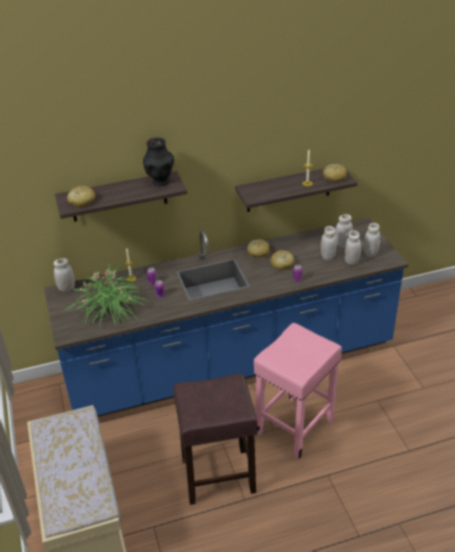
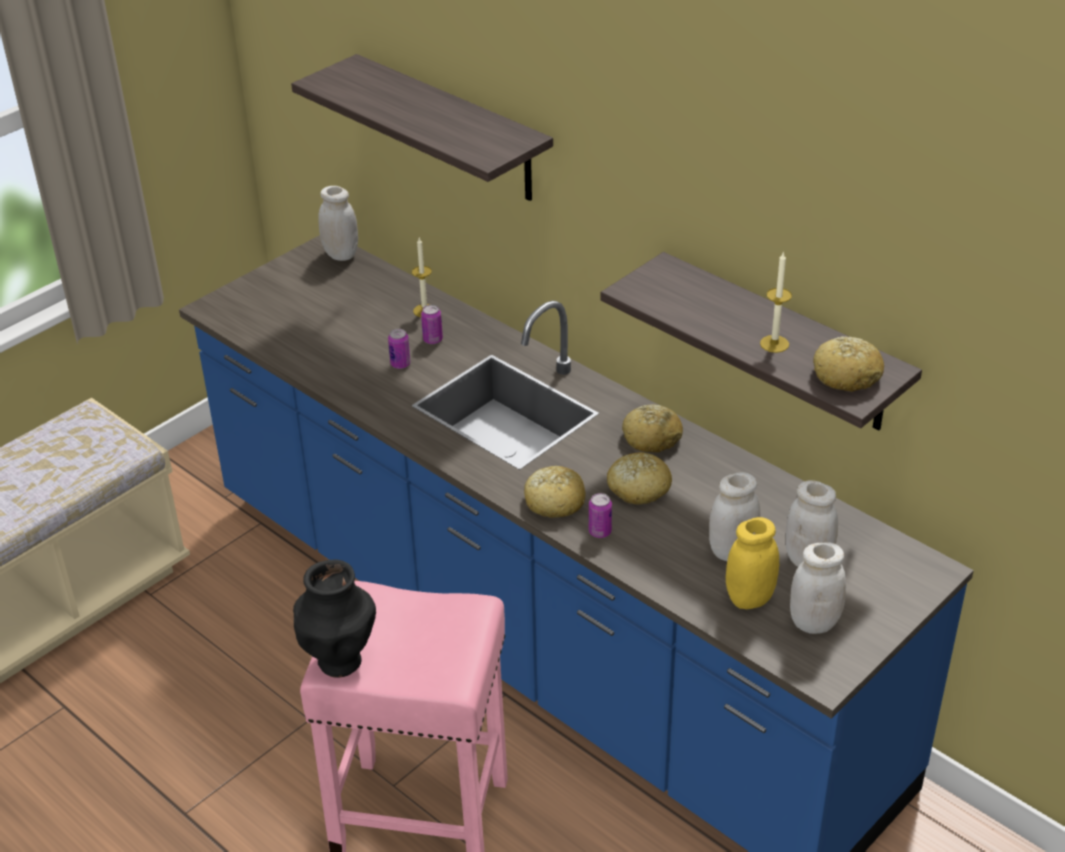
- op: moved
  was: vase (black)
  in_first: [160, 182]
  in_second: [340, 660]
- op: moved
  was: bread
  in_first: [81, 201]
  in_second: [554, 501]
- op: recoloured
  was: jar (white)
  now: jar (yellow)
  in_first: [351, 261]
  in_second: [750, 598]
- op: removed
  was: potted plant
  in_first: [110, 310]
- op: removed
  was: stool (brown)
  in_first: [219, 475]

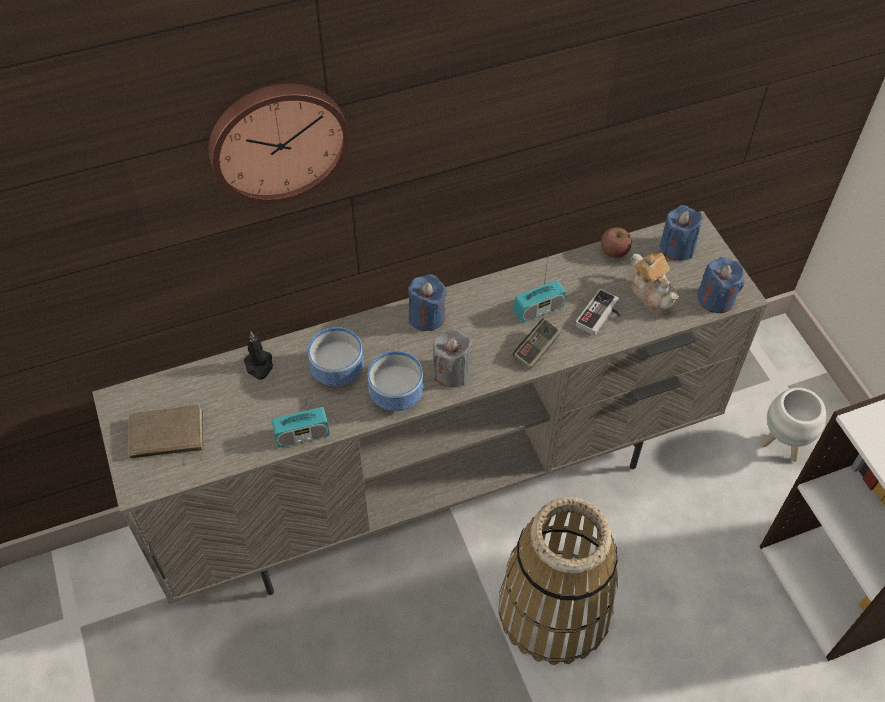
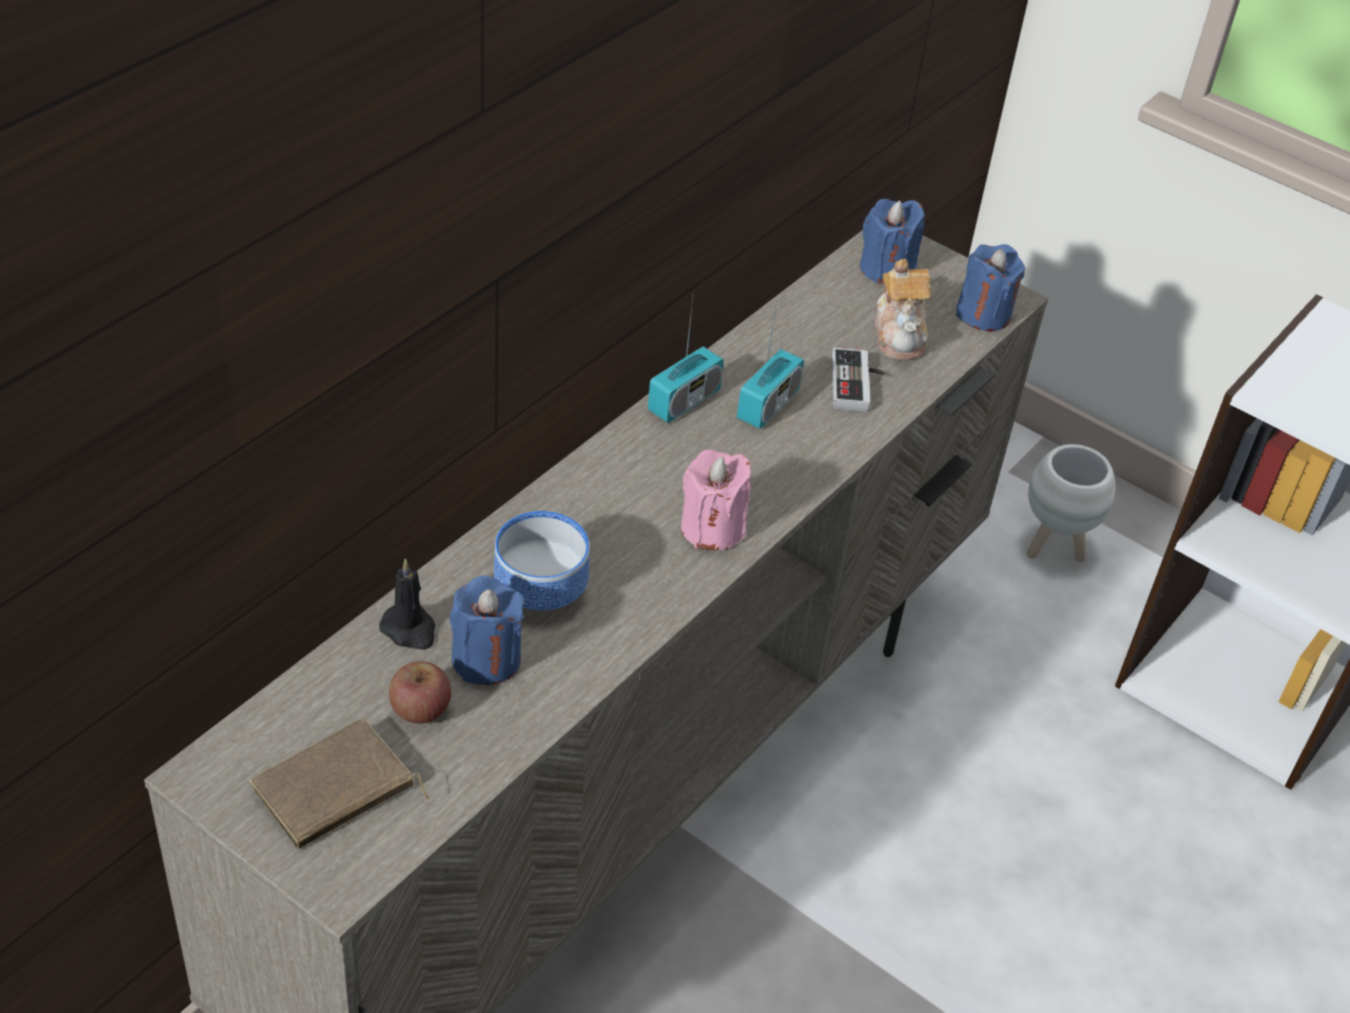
- op: removed
  was: wall clock
  in_first: [277, 140]
- op: moved
  was: apple
  in_first: [614, 251]
  in_second: [420, 709]
- op: turned
  was: teapot
  in_first: [652, 294]
  in_second: [900, 334]
  clockwise: 60
- op: moved
  was: candle (blue)
  in_first: [426, 317]
  in_second: [486, 659]
- op: removed
  was: game controller
  in_first: [536, 349]
- op: recoloured
  was: candle (grey)
  now: candle (pink)
  in_first: [452, 372]
  in_second: [712, 528]
- op: removed
  was: bowl
  in_first: [394, 395]
- op: moved
  was: radio
  in_first: [302, 435]
  in_second: [684, 401]
- op: removed
  was: basket
  in_first: [554, 609]

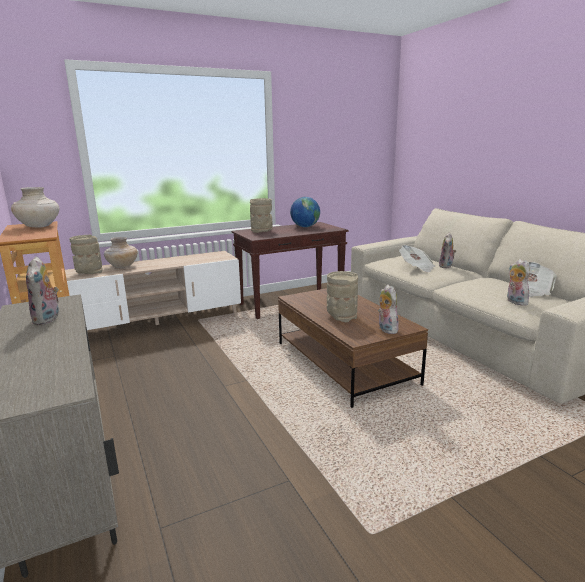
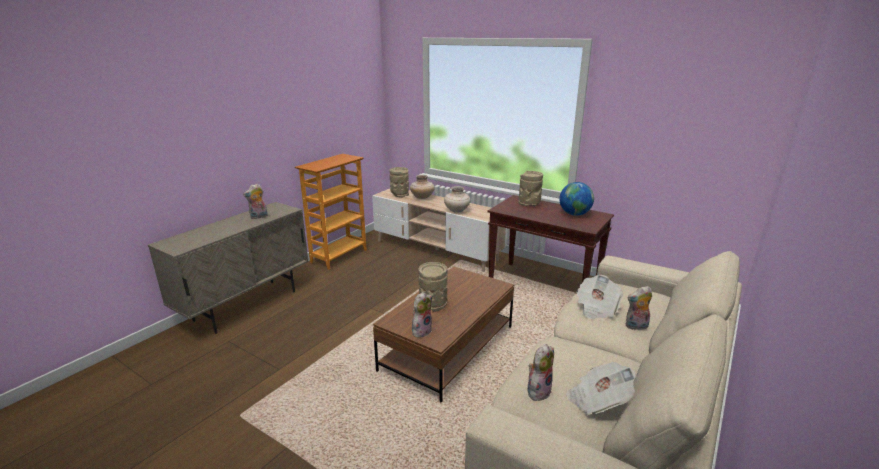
- op: moved
  was: vase (beige)
  in_first: [39, 226]
  in_second: [457, 211]

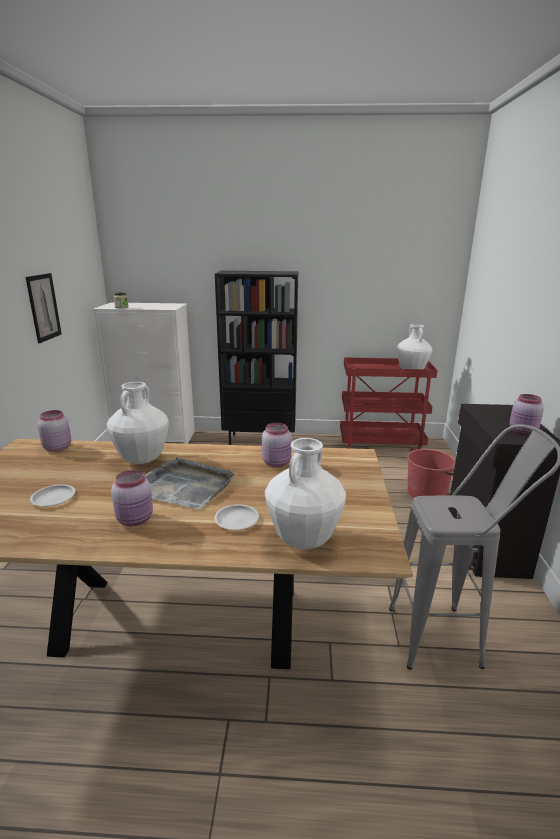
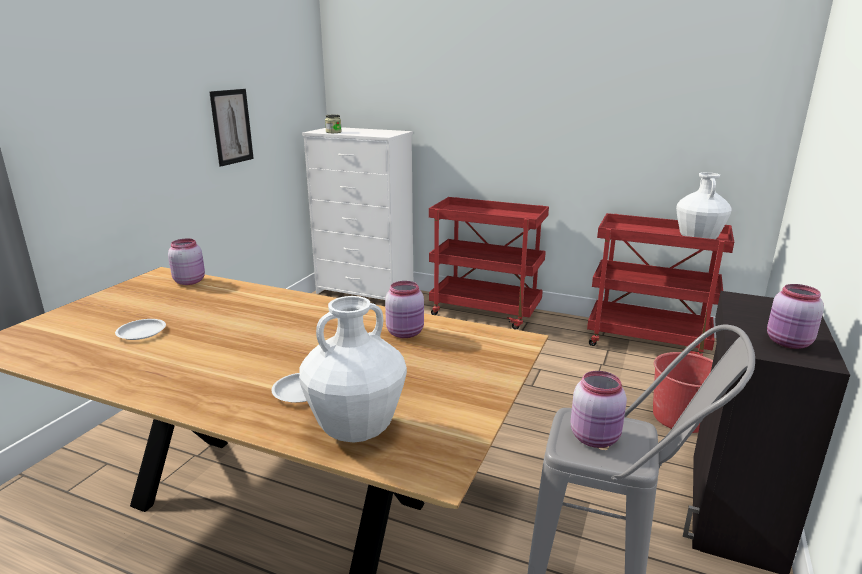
- op: replaced
  was: bookcase (black)
  now: cart (red)
  in_first: [260, 441]
  in_second: [486, 312]
- op: removed
  was: vase (white)
  in_first: [142, 460]
- op: removed
  was: tray (grey)
  in_first: [184, 486]
- op: moved
  was: jar (pink)
  in_first: [136, 519]
  in_second: [596, 438]

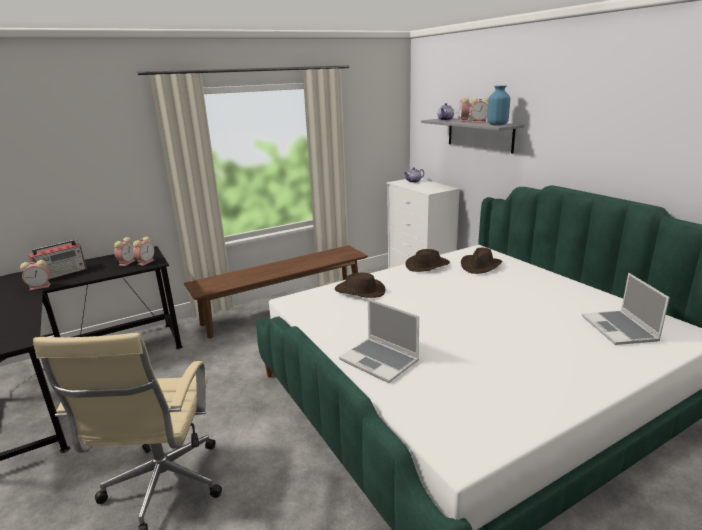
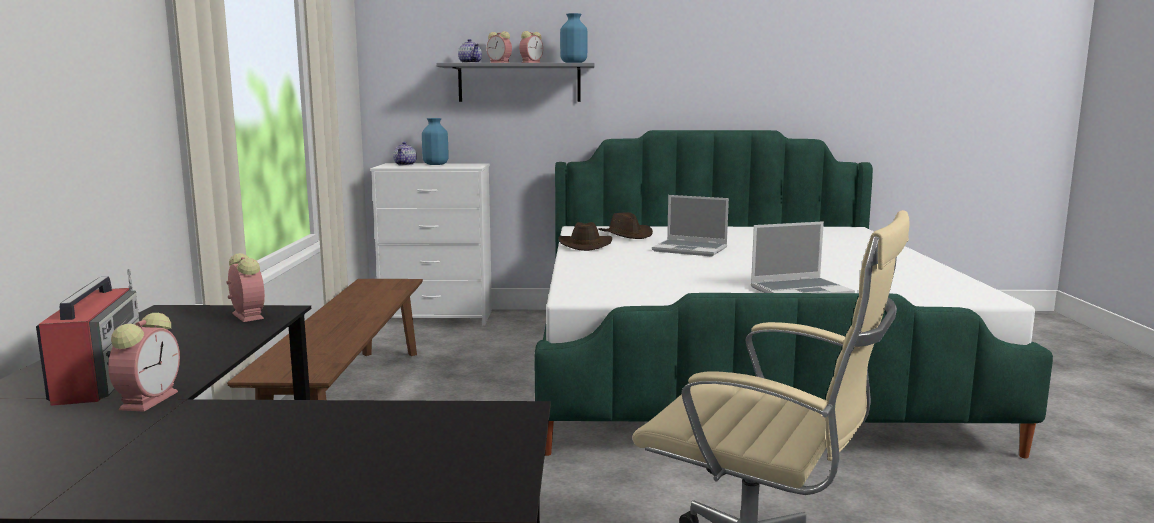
- op: removed
  was: alarm clock
  in_first: [127, 262]
- op: removed
  was: hat (brown)
  in_first: [360, 291]
- op: moved
  was: laptop
  in_first: [620, 329]
  in_second: [691, 249]
- op: added
  now: vase (blue)
  in_second: [435, 164]

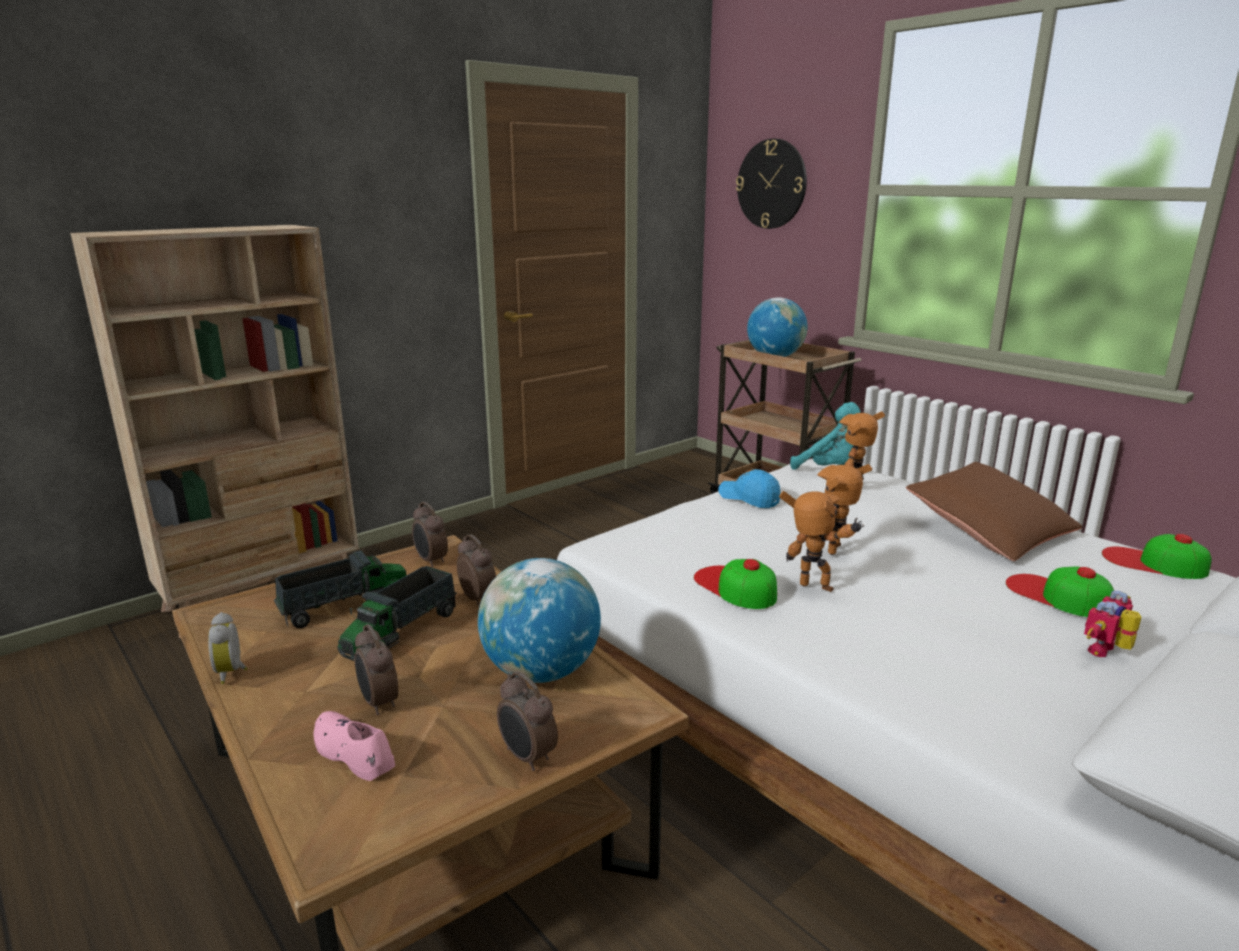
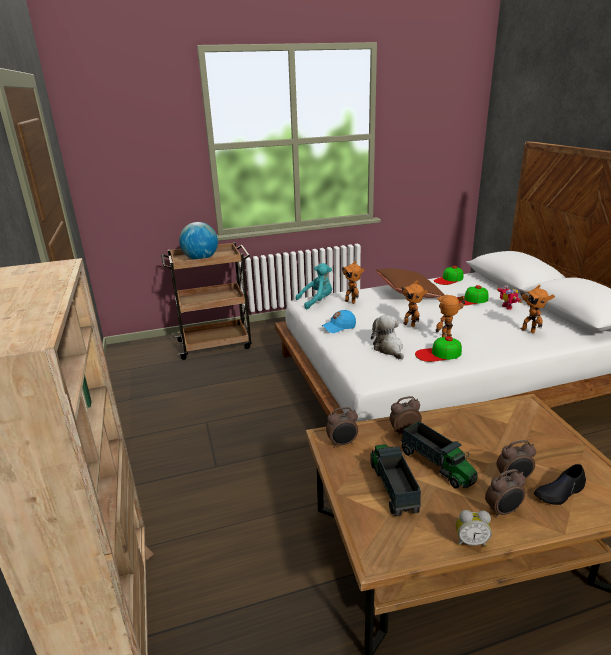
- op: removed
  was: wall clock
  in_first: [771, 184]
- op: removed
  was: globe
  in_first: [541, 672]
- op: moved
  was: alarm clock
  in_first: [527, 757]
  in_second: [503, 511]
- op: recoloured
  was: shoe (pink)
  now: shoe (black)
  in_first: [352, 753]
  in_second: [559, 492]
- op: added
  now: toy robot
  in_second: [528, 330]
- op: added
  now: plush toy
  in_second: [388, 349]

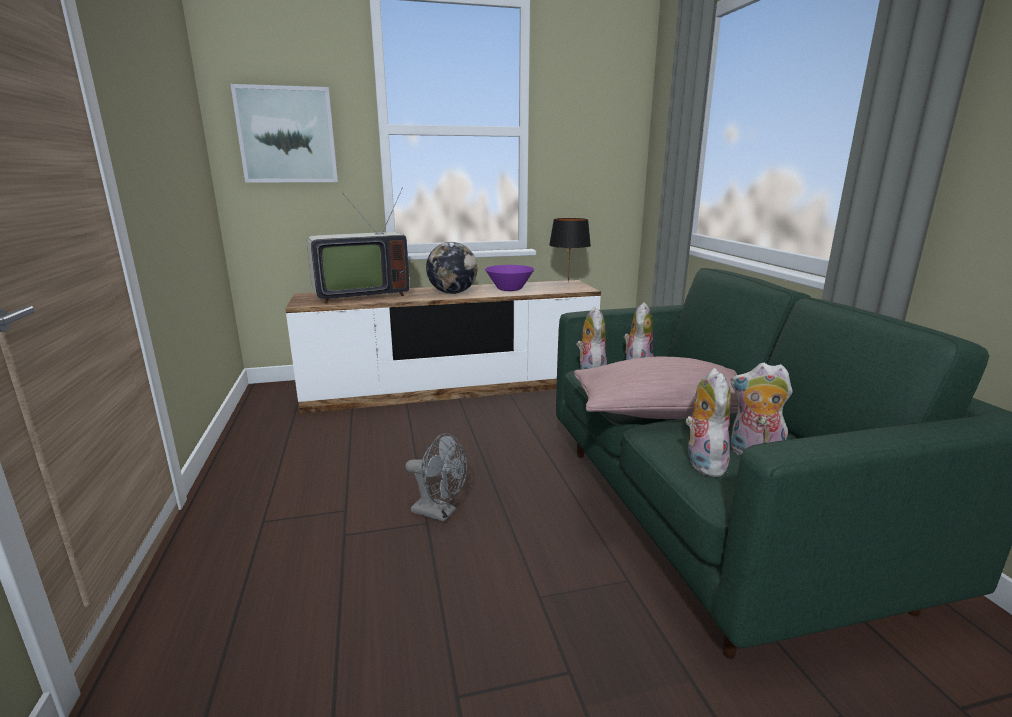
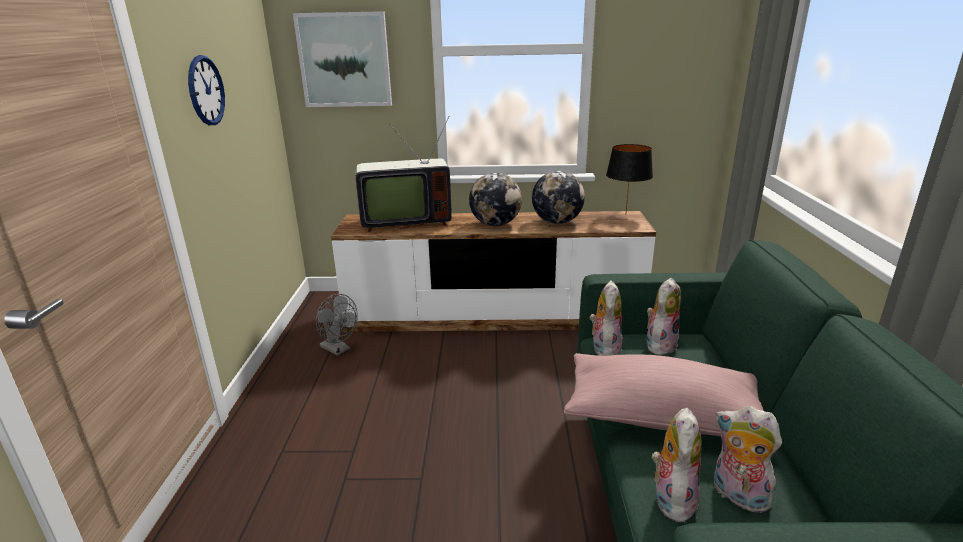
- op: replaced
  was: bowl (purple)
  now: globe
  in_first: [509, 289]
  in_second: [557, 222]
- op: moved
  was: fan (grey)
  in_first: [440, 513]
  in_second: [338, 349]
- op: added
  now: wall clock
  in_second: [206, 91]

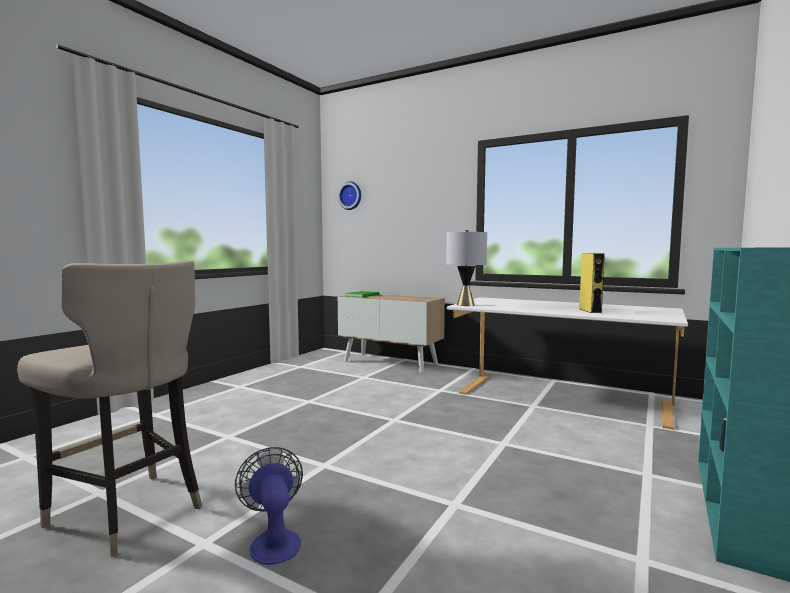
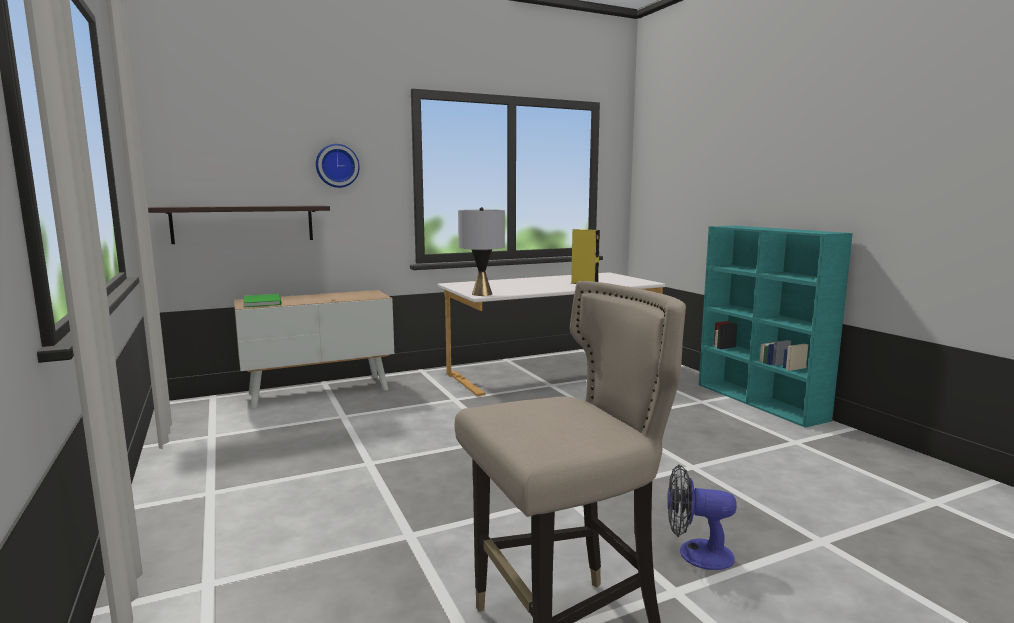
- op: moved
  was: wall clock
  in_first: [351, 196]
  in_second: [337, 166]
- op: added
  now: shelf
  in_second: [243, 224]

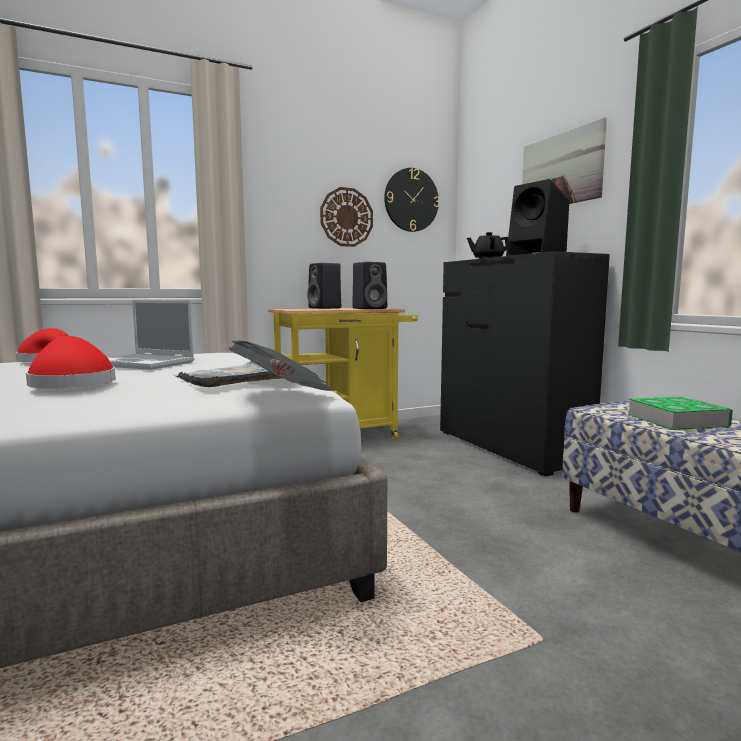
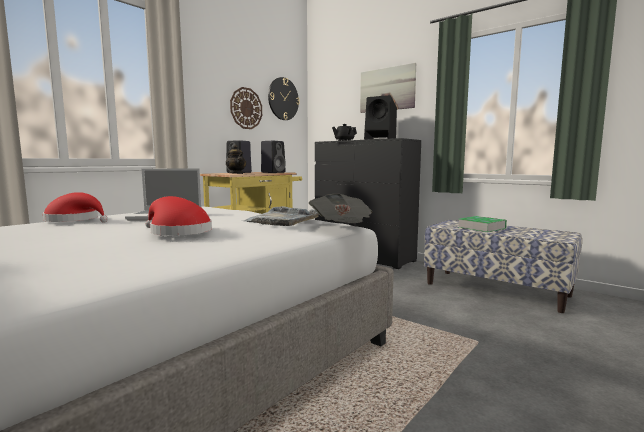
- op: added
  now: teapot
  in_second: [236, 173]

